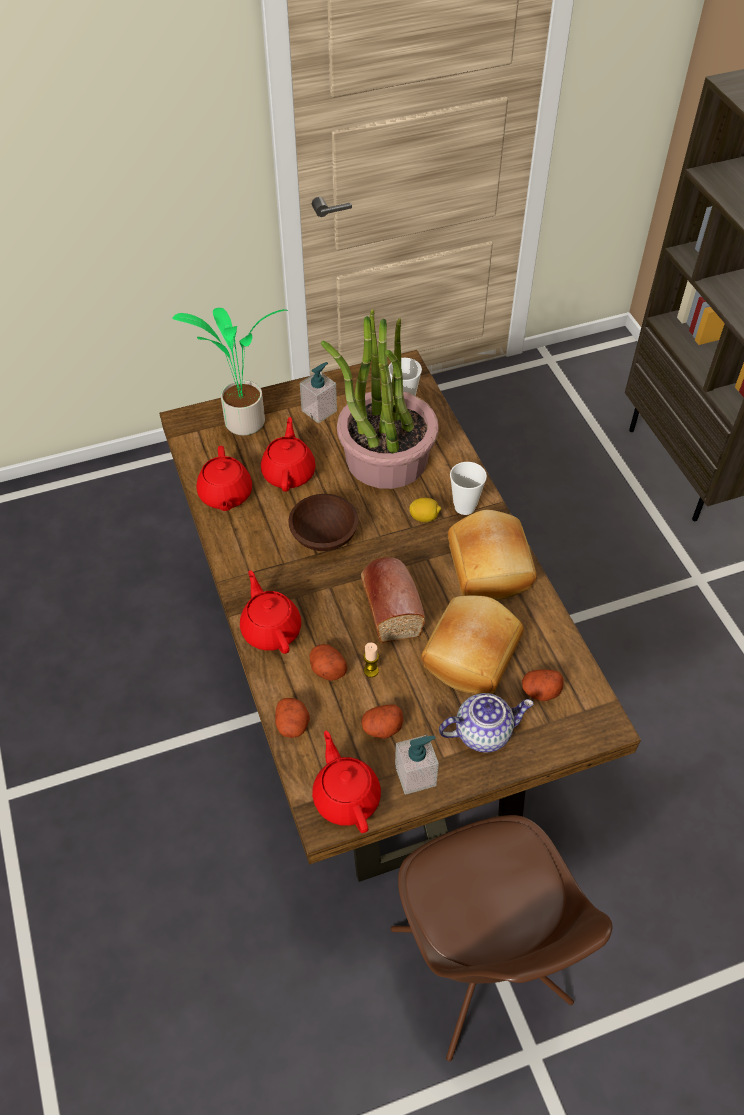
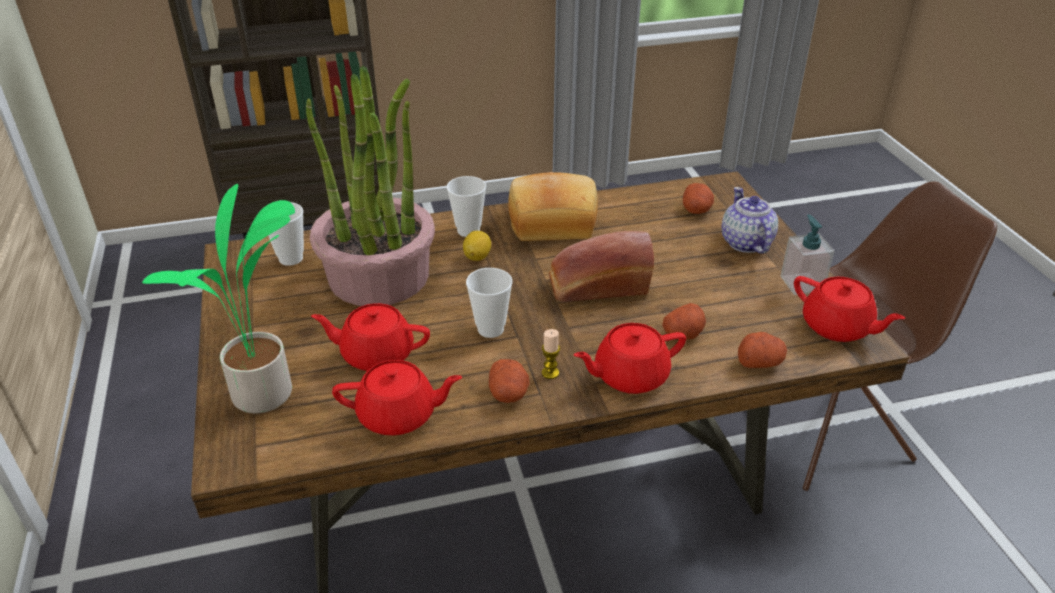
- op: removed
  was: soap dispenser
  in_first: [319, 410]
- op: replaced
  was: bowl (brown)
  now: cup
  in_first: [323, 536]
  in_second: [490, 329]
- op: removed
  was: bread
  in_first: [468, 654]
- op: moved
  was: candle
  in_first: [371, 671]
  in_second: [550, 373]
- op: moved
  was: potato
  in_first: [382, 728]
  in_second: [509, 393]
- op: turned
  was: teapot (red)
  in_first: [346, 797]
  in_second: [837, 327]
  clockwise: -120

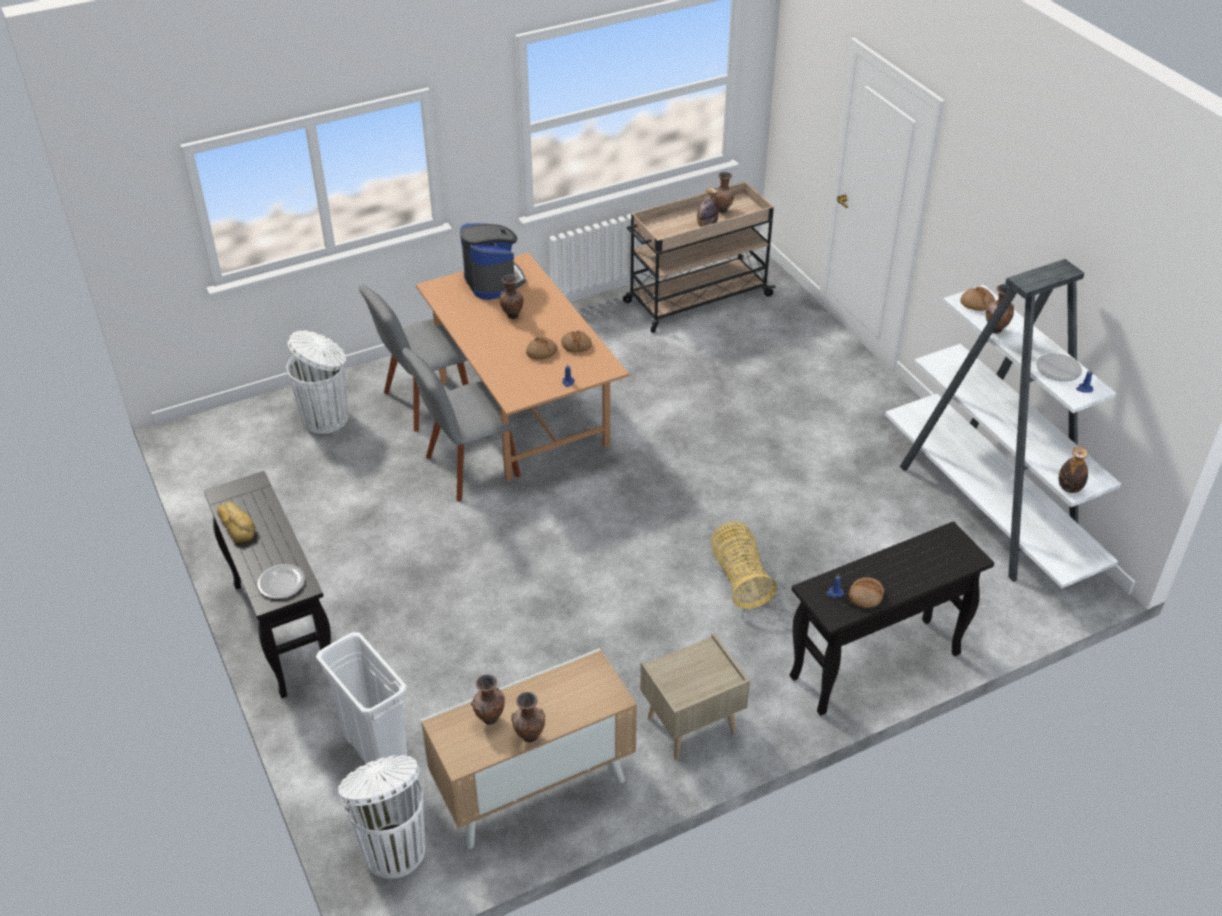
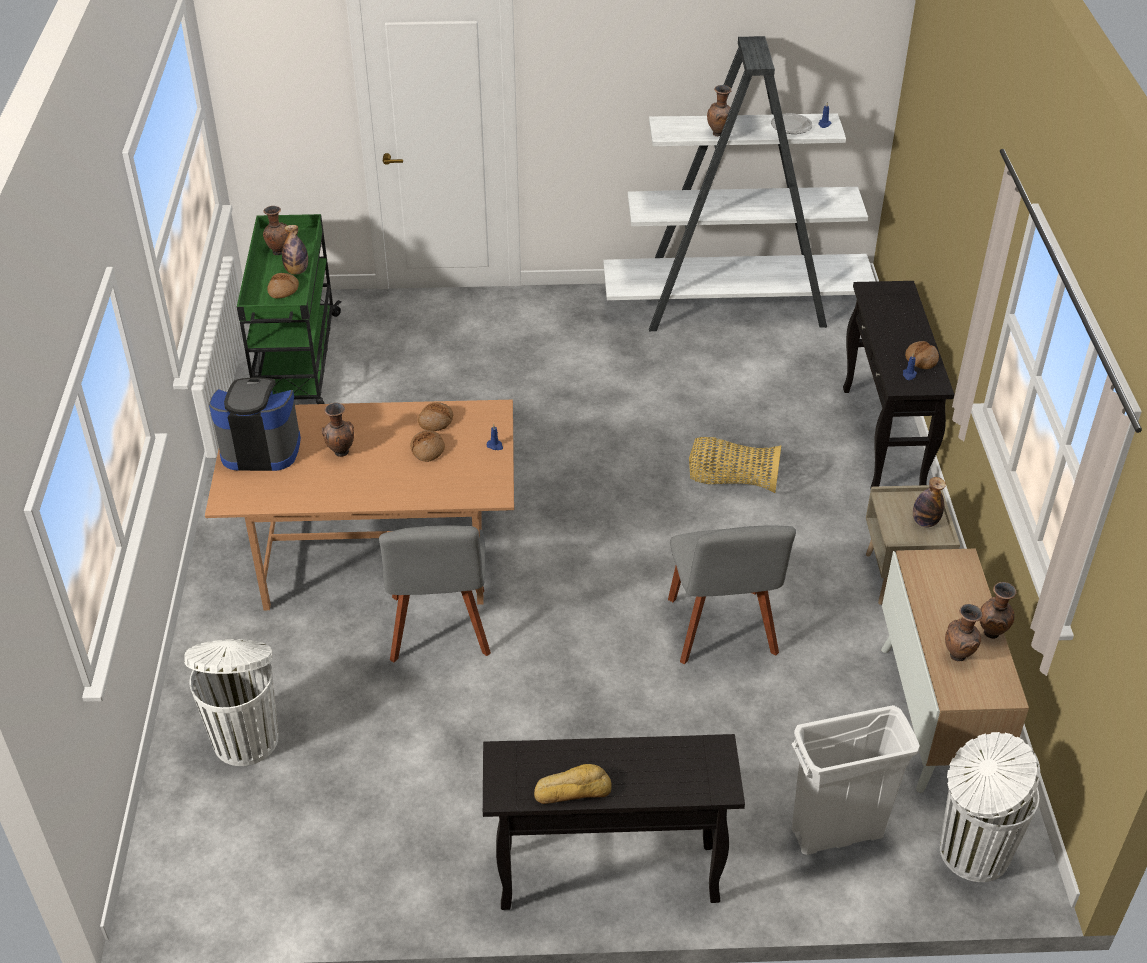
- op: recoloured
  was: cart (beige)
  now: cart (green)
  in_first: [696, 299]
  in_second: [296, 364]
- op: moved
  was: chair (grey)
  in_first: [424, 402]
  in_second: [722, 631]
- op: moved
  was: bread
  in_first: [977, 304]
  in_second: [283, 290]
- op: moved
  was: bottle
  in_first: [1069, 488]
  in_second: [925, 522]
- op: removed
  was: plate
  in_first: [281, 582]

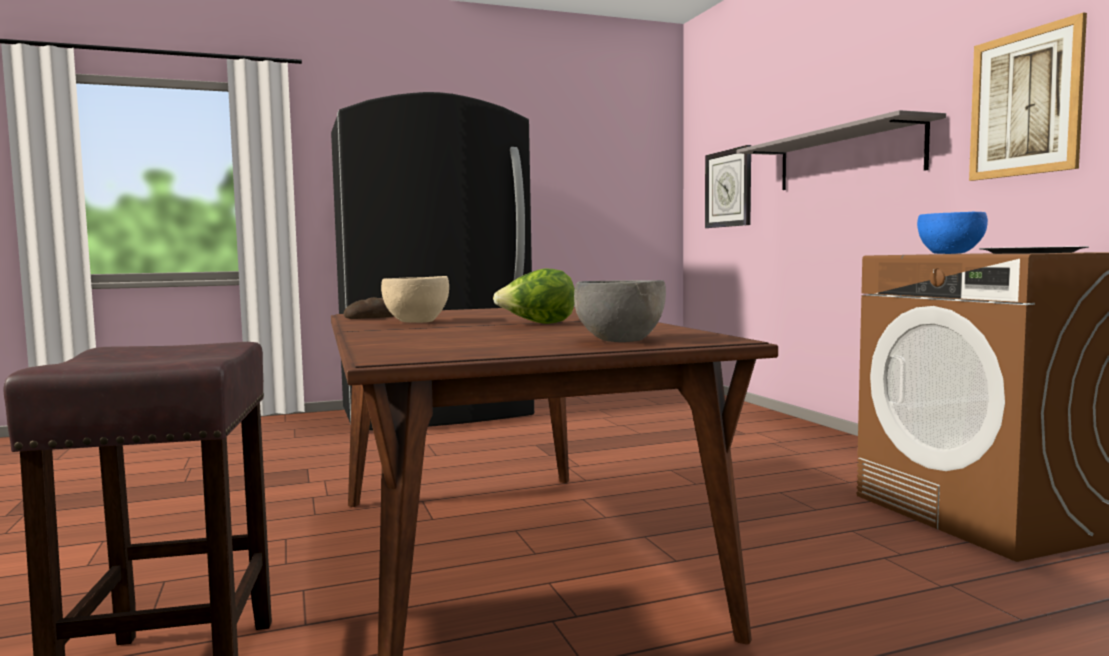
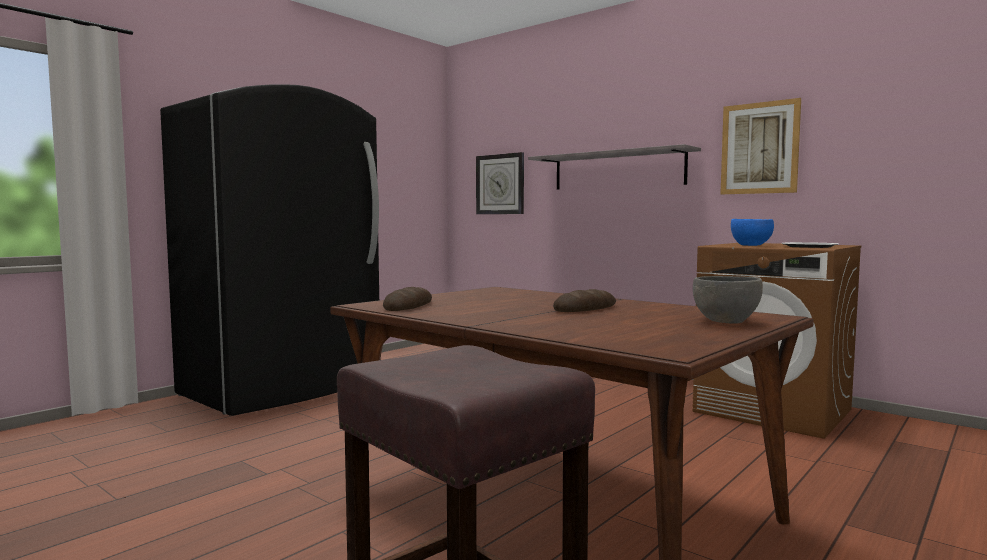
- op: replaced
  was: lettuce
  now: bread
  in_first: [538, 324]
  in_second: [585, 308]
- op: removed
  was: bowl (beige)
  in_first: [416, 322]

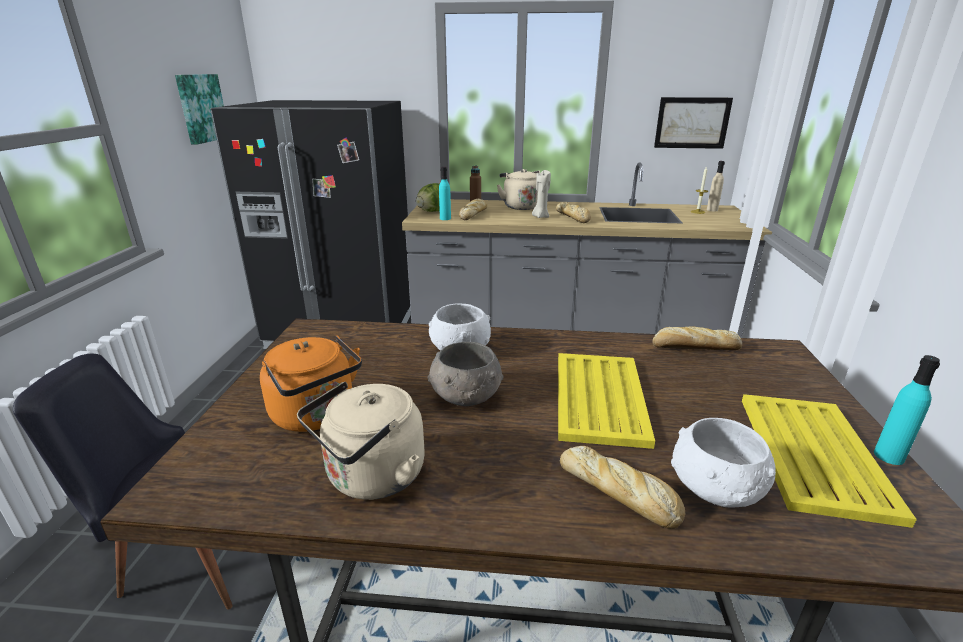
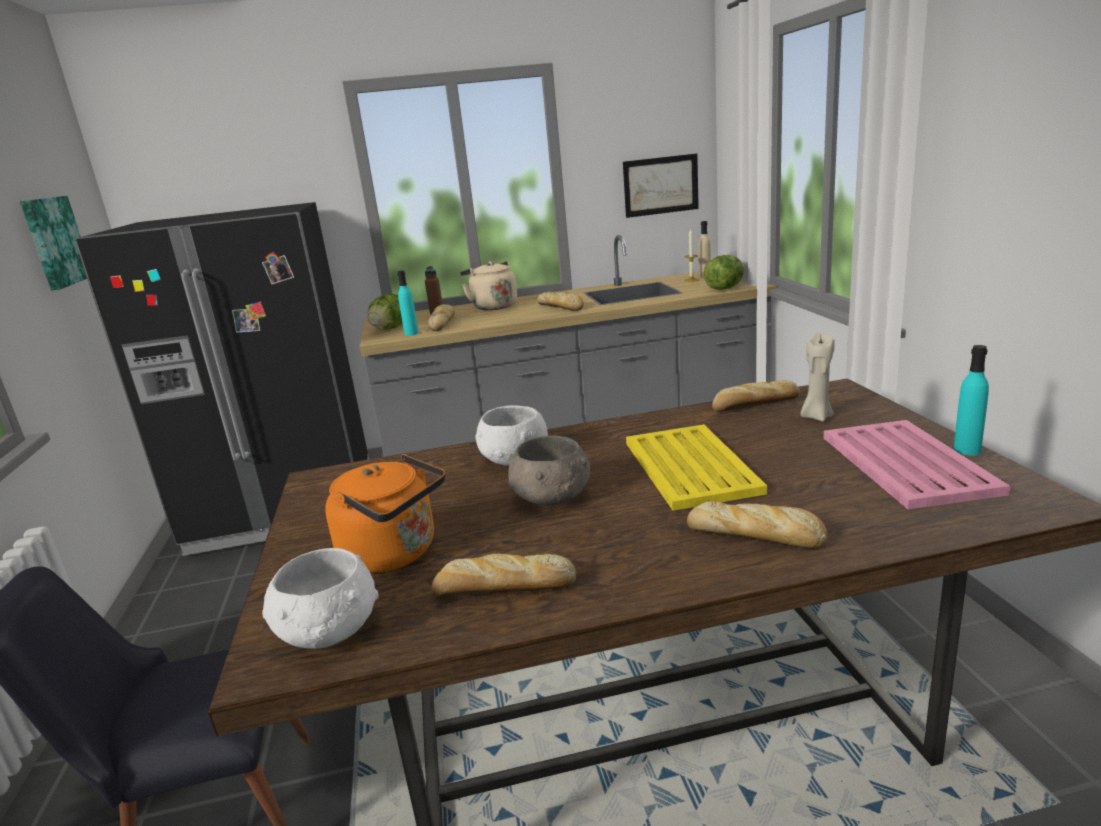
- op: moved
  was: candle (beige)
  in_first: [540, 216]
  in_second: [816, 416]
- op: replaced
  was: kettle (beige)
  now: bread
  in_first: [371, 477]
  in_second: [502, 588]
- op: recoloured
  was: tray (yellow)
  now: tray (pink)
  in_first: [813, 455]
  in_second: [907, 464]
- op: moved
  was: bowl (white)
  in_first: [715, 489]
  in_second: [328, 631]
- op: added
  now: lettuce
  in_second: [725, 288]

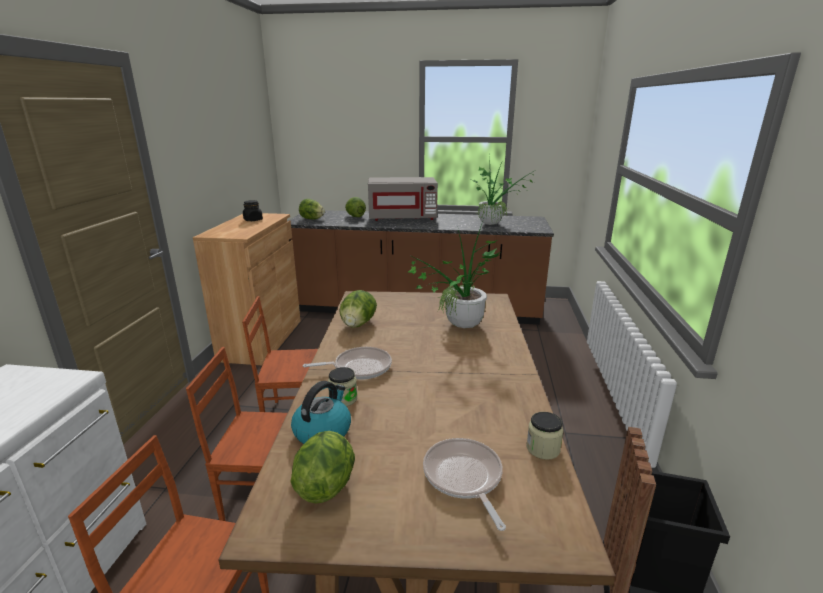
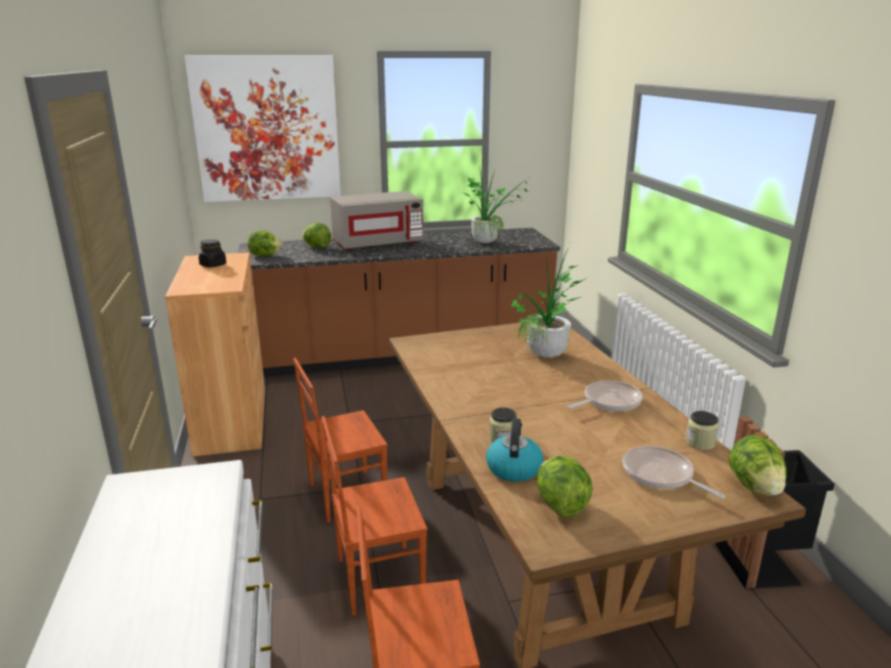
- op: moved
  was: lettuce
  in_first: [358, 324]
  in_second: [754, 486]
- op: moved
  was: frying pan
  in_first: [359, 367]
  in_second: [609, 401]
- op: added
  now: picture
  in_second: [267, 129]

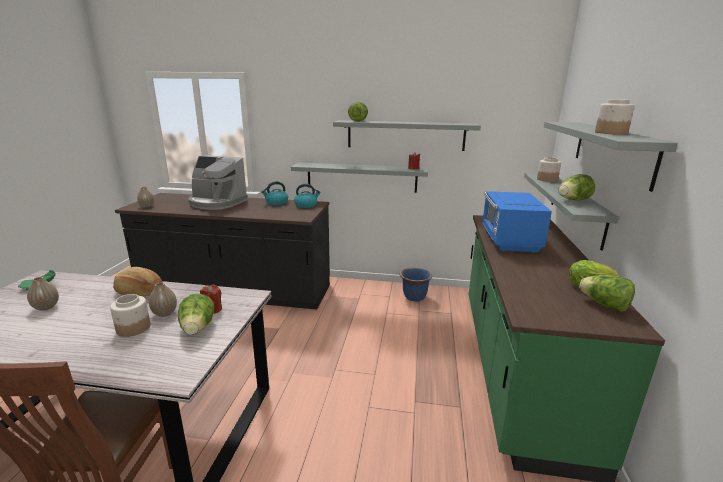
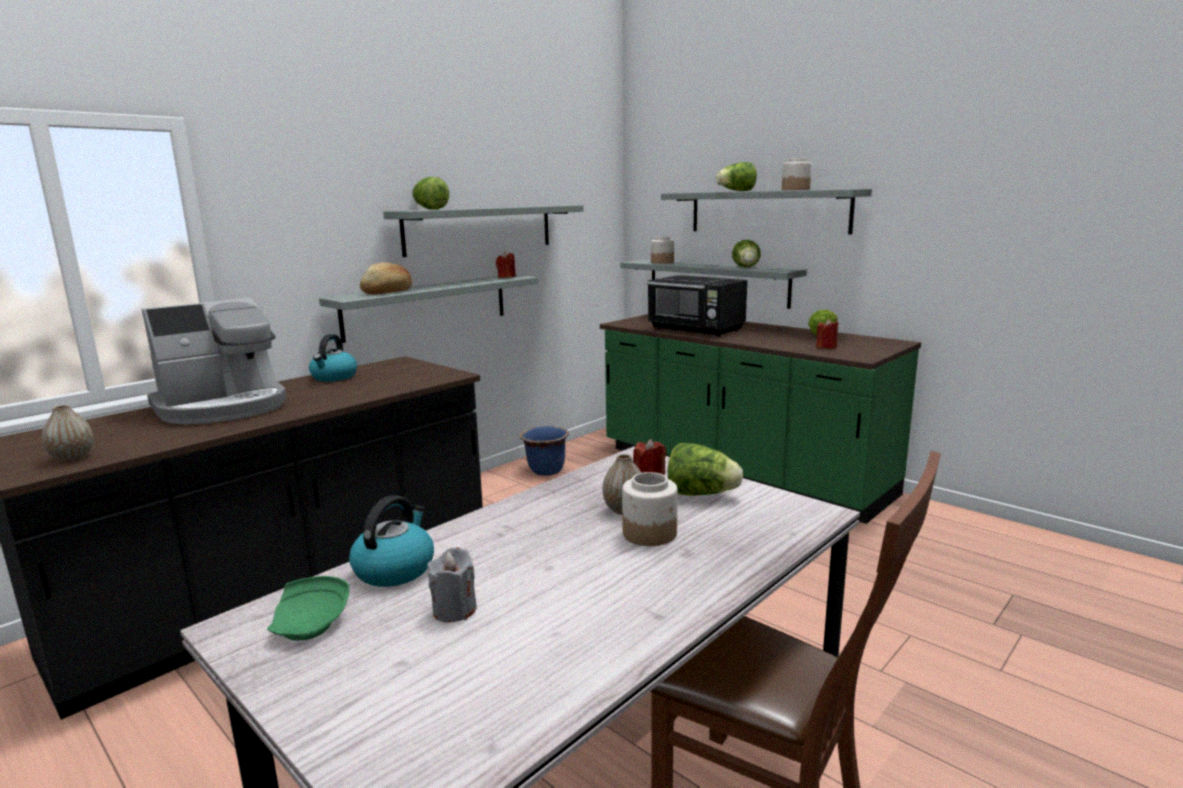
- op: moved
  was: kettle
  in_first: [306, 205]
  in_second: [395, 569]
- op: recoloured
  was: microwave (blue)
  now: microwave (black)
  in_first: [509, 241]
  in_second: [696, 330]
- op: moved
  was: bread
  in_first: [139, 292]
  in_second: [388, 292]
- op: moved
  was: lettuce
  in_first: [604, 305]
  in_second: [736, 191]
- op: replaced
  was: vase
  now: candle (grey)
  in_first: [46, 307]
  in_second: [454, 610]
- op: added
  now: candle (red)
  in_second: [826, 347]

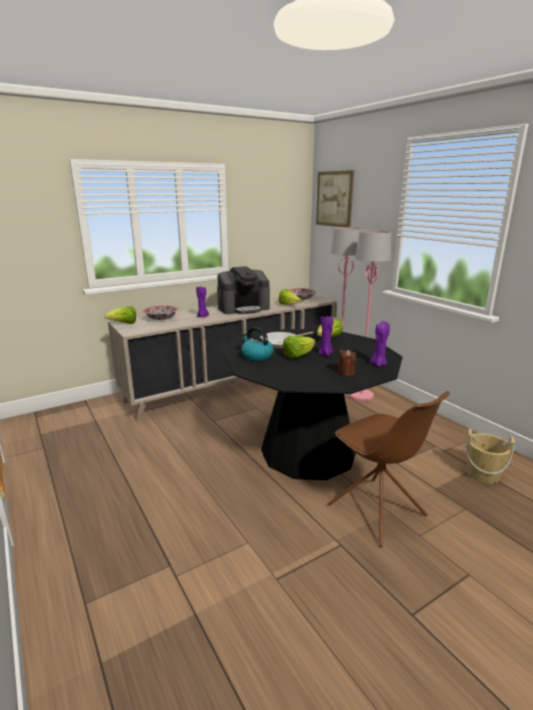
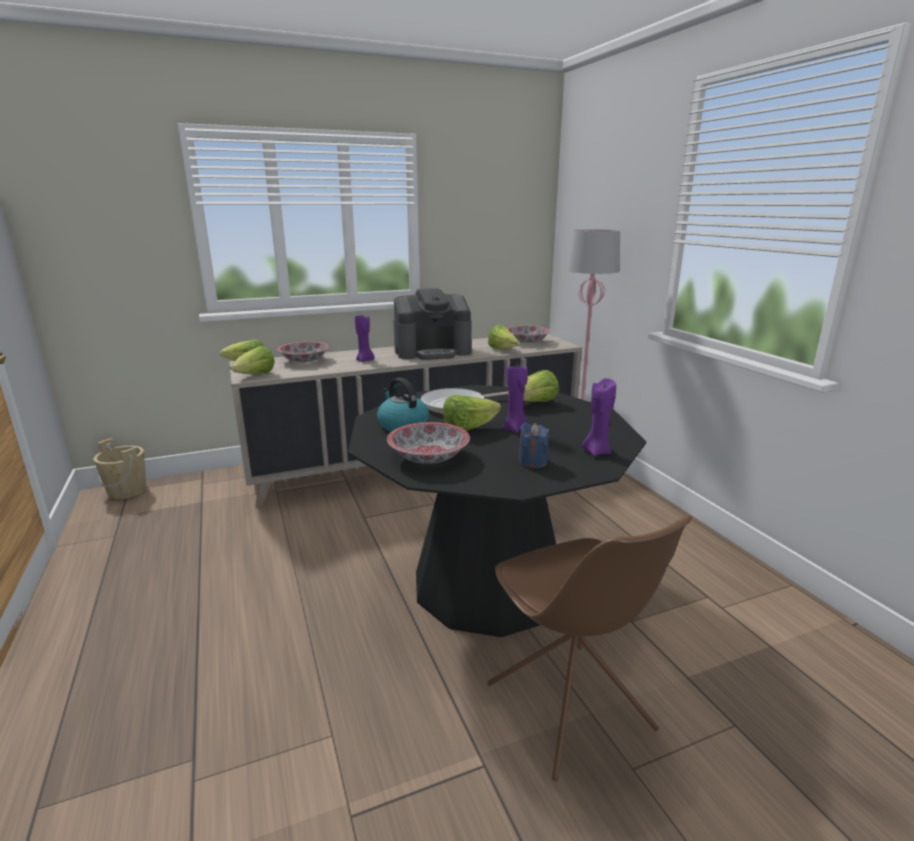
- op: removed
  was: picture
  in_first: [334, 199]
- op: removed
  was: floor lamp (pink)
  in_first: [361, 395]
- op: recoloured
  was: candle (brown)
  now: candle (blue)
  in_first: [346, 372]
  in_second: [532, 462]
- op: moved
  was: bucket (beige)
  in_first: [482, 474]
  in_second: [127, 491]
- op: added
  now: lettuce
  in_second: [255, 375]
- op: added
  now: bowl
  in_second: [428, 457]

